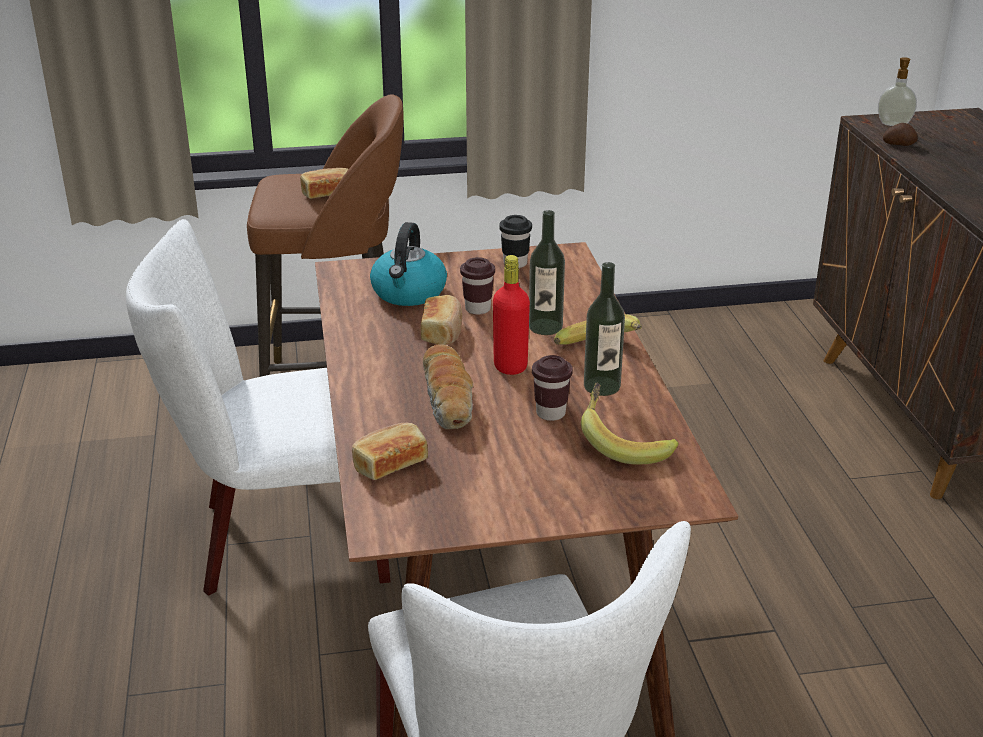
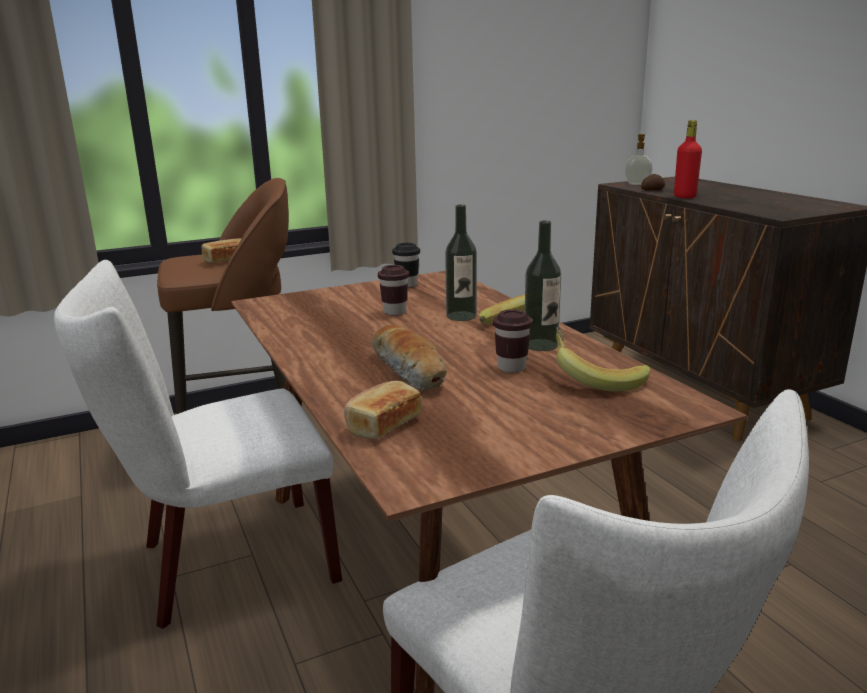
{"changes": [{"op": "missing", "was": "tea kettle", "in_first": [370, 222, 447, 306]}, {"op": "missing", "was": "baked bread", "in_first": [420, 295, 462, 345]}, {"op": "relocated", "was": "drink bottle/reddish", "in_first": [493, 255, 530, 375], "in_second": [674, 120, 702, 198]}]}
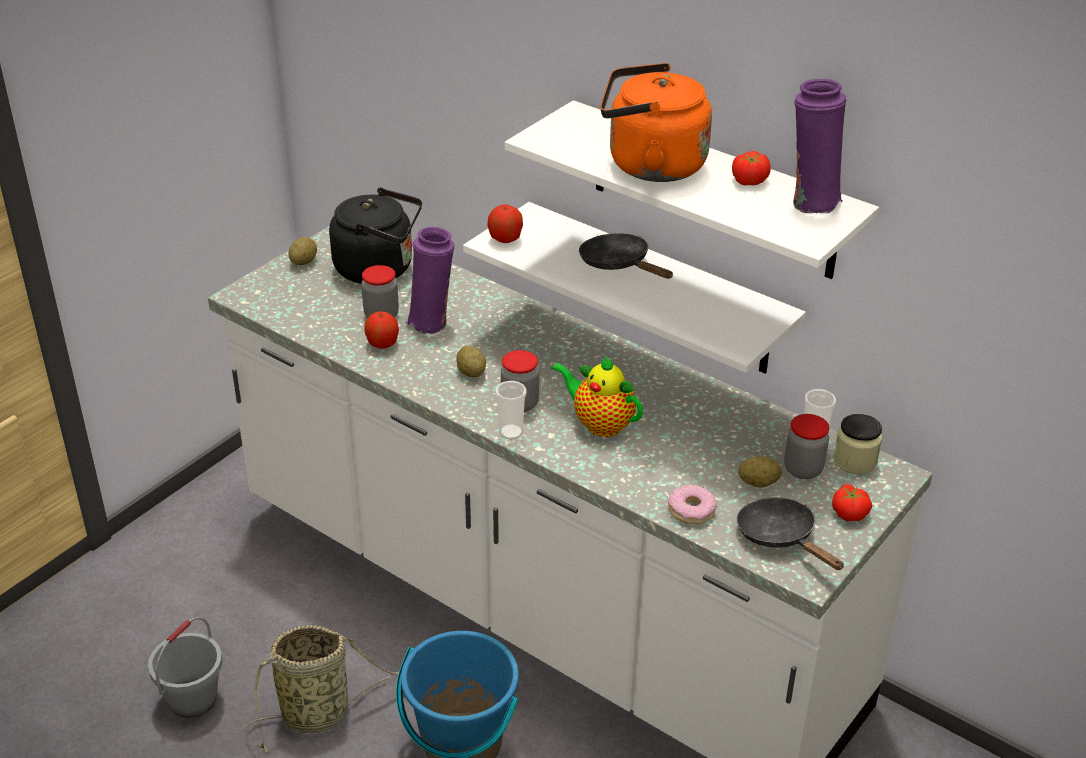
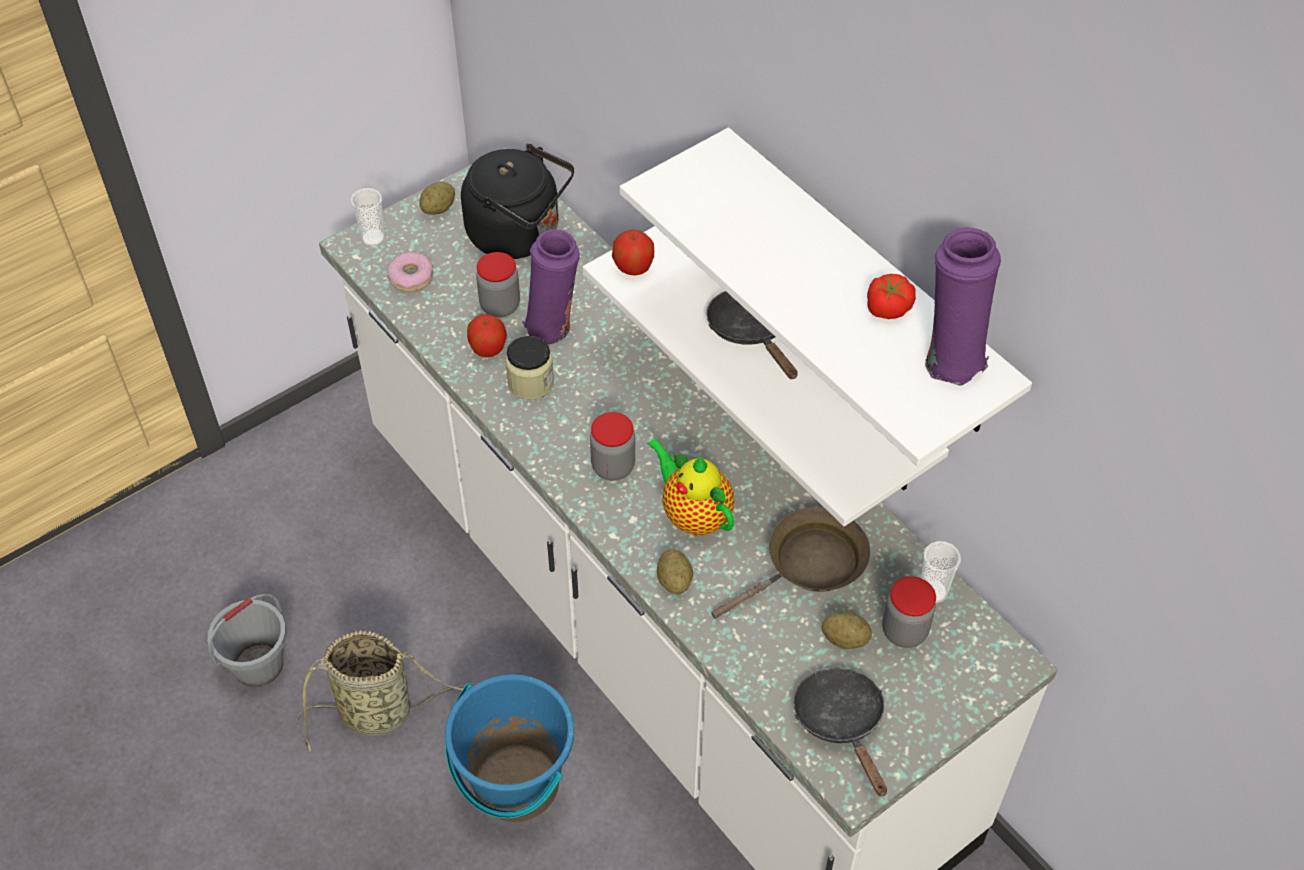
{"changes": [{"op": "relocated", "was": "potato", "in_first": [456, 346, 486, 377], "in_second": [657, 549, 693, 594]}, {"op": "relocated", "was": "small cup", "in_first": [496, 381, 527, 440], "in_second": [350, 188, 385, 247]}, {"op": "missing", "was": "tea kettle/orange-coloured", "in_first": [600, 63, 712, 182]}, {"op": "relocated", "was": "donut", "in_first": [668, 485, 717, 524], "in_second": [387, 252, 433, 292]}, {"op": "missing", "was": "fresh tomato", "in_first": [832, 484, 872, 521]}, {"op": "relocated", "was": "preserve jar", "in_first": [834, 414, 882, 474], "in_second": [505, 336, 554, 400]}, {"op": "appeared", "now": "pan/brown", "in_second": [711, 507, 870, 619]}]}
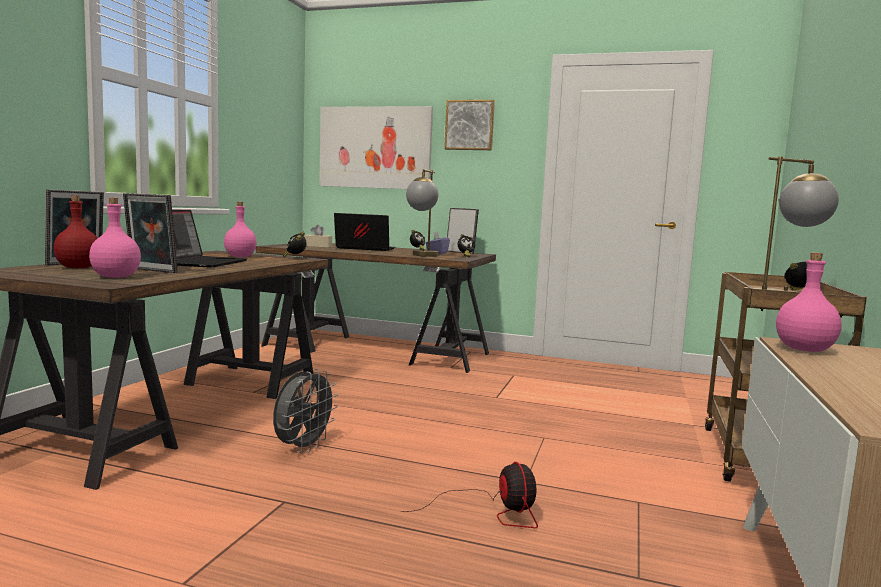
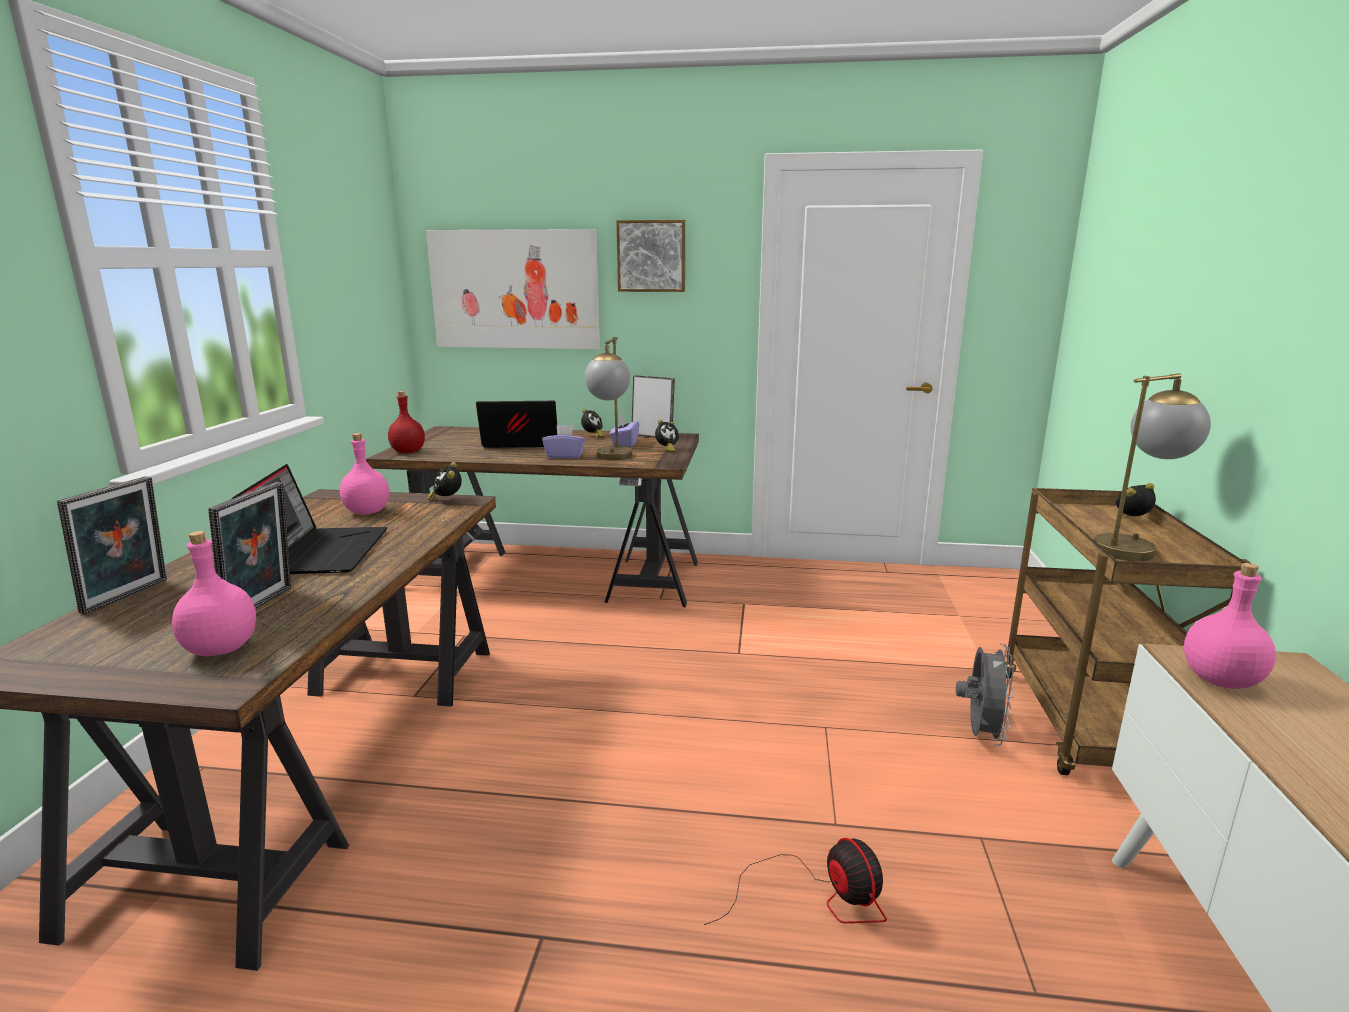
{"changes": [{"op": "relocated", "was": "drink bottle/reddish", "in_first": [53, 195, 98, 268], "in_second": [388, 391, 425, 453]}, {"op": "spun", "was": "photo frame", "in_first": [123, 193, 178, 273], "in_second": [208, 482, 291, 609], "clockwise": -90}, {"op": "relocated", "was": "fan/greyish", "in_first": [273, 369, 338, 453], "in_second": [956, 643, 1014, 746]}, {"op": "missing", "was": "tissue holder/beige", "in_first": [304, 225, 332, 248]}, {"op": "appeared", "now": "tissue holder/purple", "in_second": [542, 425, 586, 459]}]}
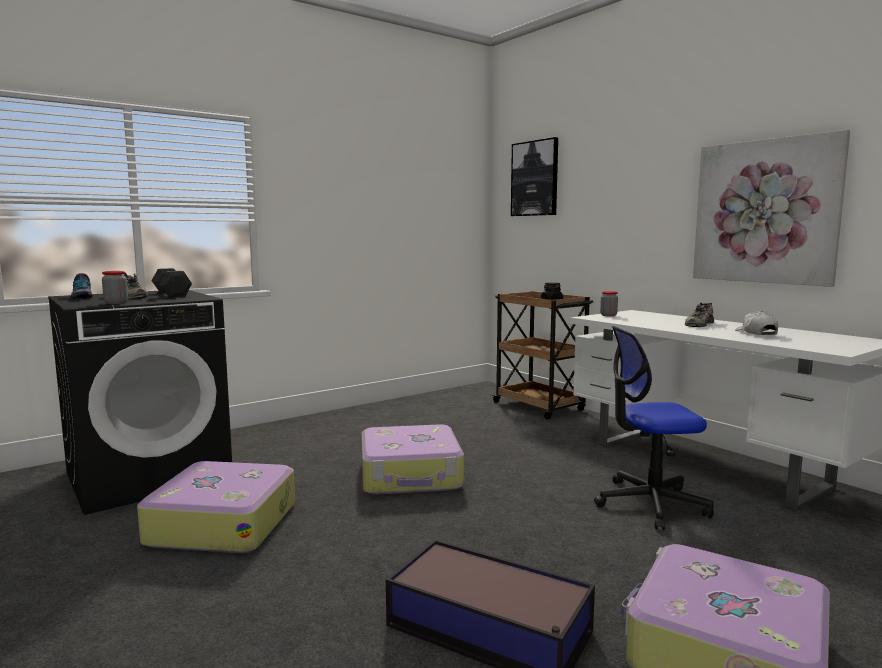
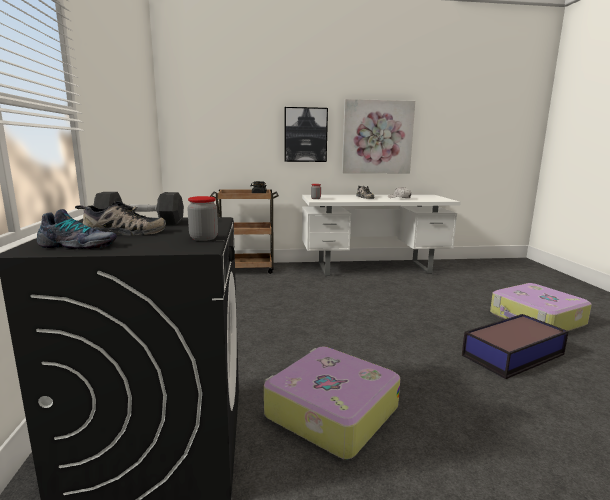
{"changes": [{"op": "missing", "was": "suitcase", "in_first": [362, 424, 464, 494]}, {"op": "relocated", "was": "wall art", "in_first": [511, 137, 558, 216], "in_second": [285, 107, 328, 162]}, {"op": "missing", "was": "office chair", "in_first": [594, 326, 714, 530]}]}
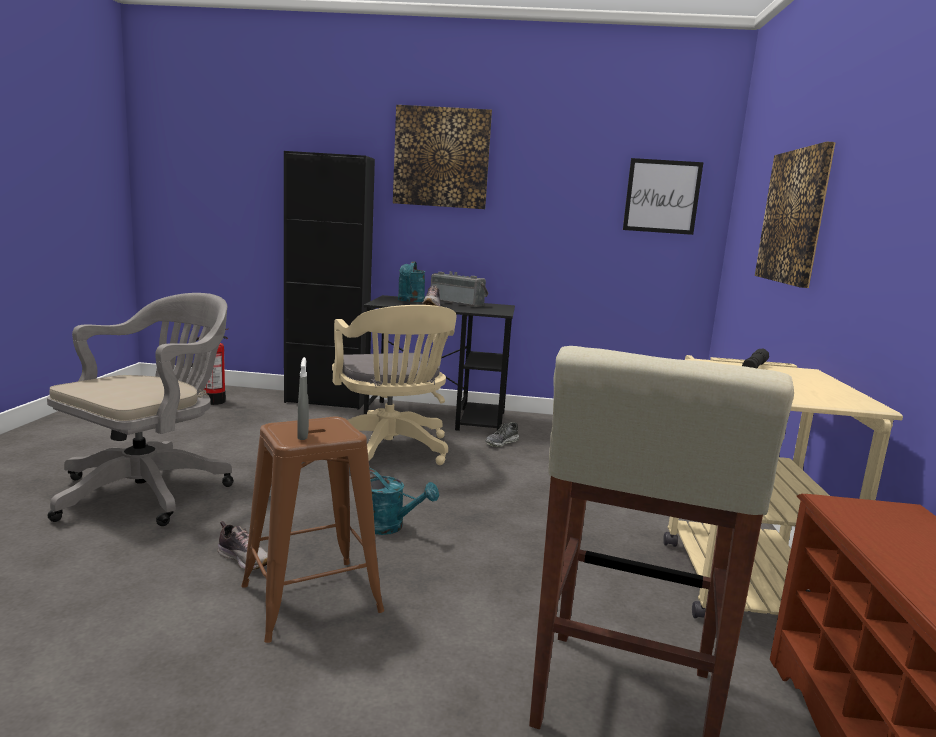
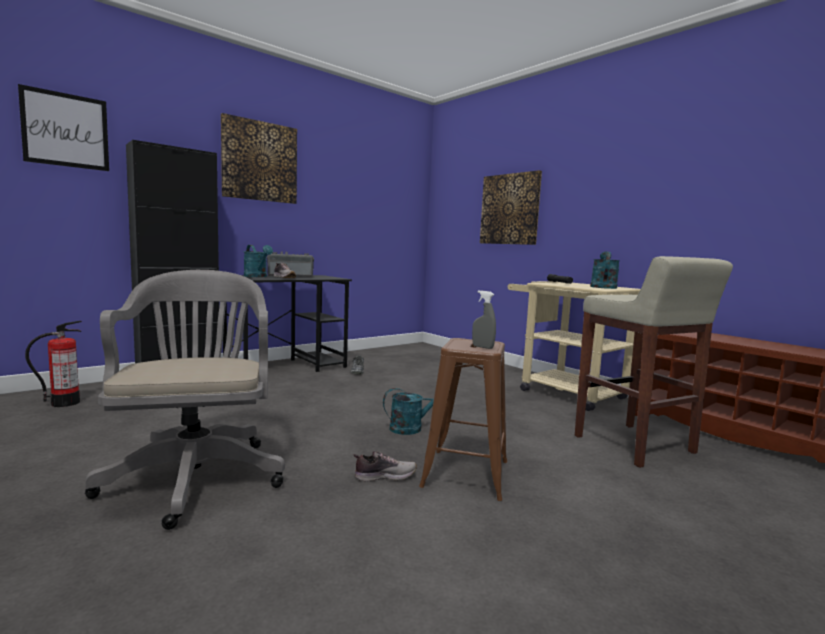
{"changes": [{"op": "missing", "was": "office chair/beige", "in_first": [332, 305, 457, 465]}, {"op": "relocated", "was": "wall art", "in_first": [623, 158, 703, 235], "in_second": [18, 84, 109, 171]}, {"op": "appeared", "now": "sprinkling can/blue-green", "in_second": [590, 251, 620, 289]}]}
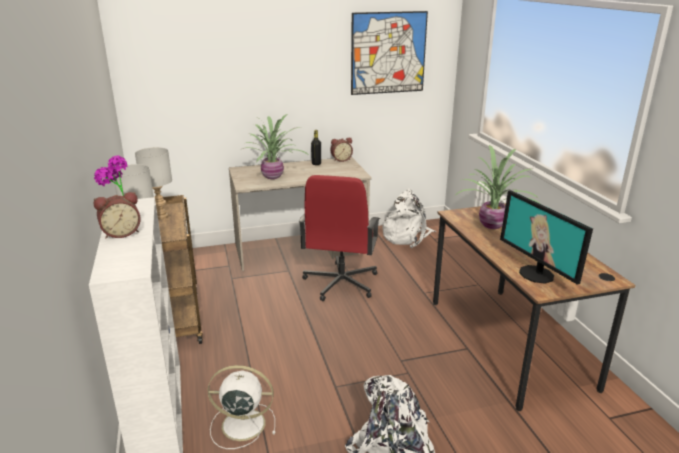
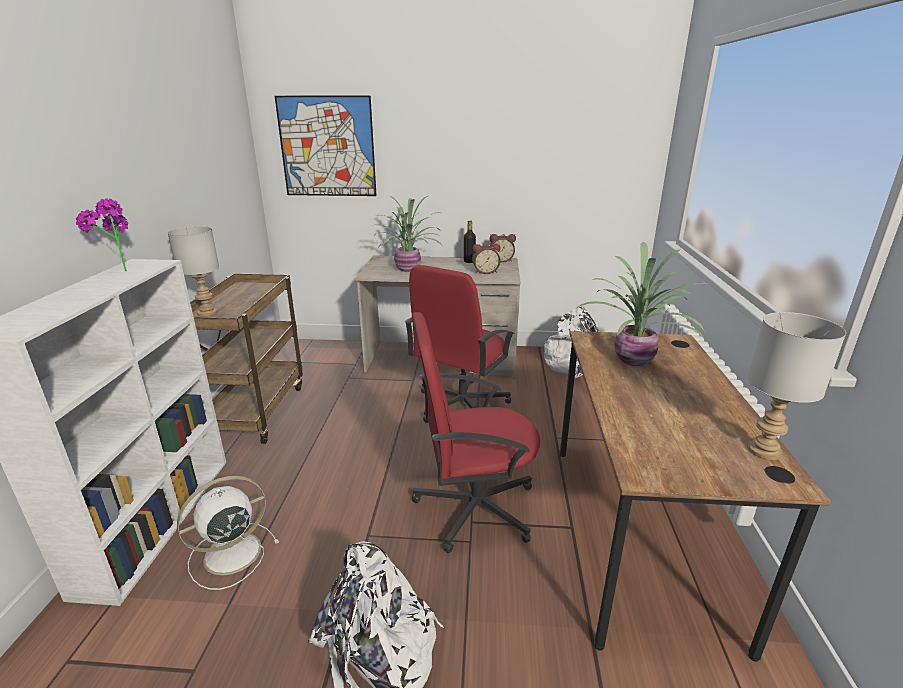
{"changes": [{"op": "relocated", "was": "table clock", "in_first": [93, 192, 141, 238], "in_second": [472, 244, 500, 274]}, {"op": "relocated", "was": "tabletop lamp/greyish", "in_first": [135, 147, 172, 219], "in_second": [747, 312, 846, 460]}, {"op": "spun", "was": "fan/whitish", "in_first": [208, 365, 275, 449], "in_second": [177, 476, 279, 590], "clockwise": -60}, {"op": "relocated", "was": "wall art", "in_first": [351, 11, 428, 95], "in_second": [275, 96, 377, 196]}, {"op": "missing", "was": "monitor", "in_first": [500, 190, 593, 285]}, {"op": "appeared", "now": "office chair/reddish", "in_second": [412, 312, 540, 553]}]}
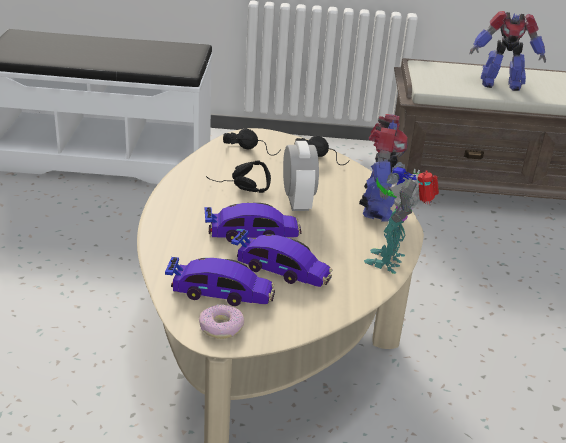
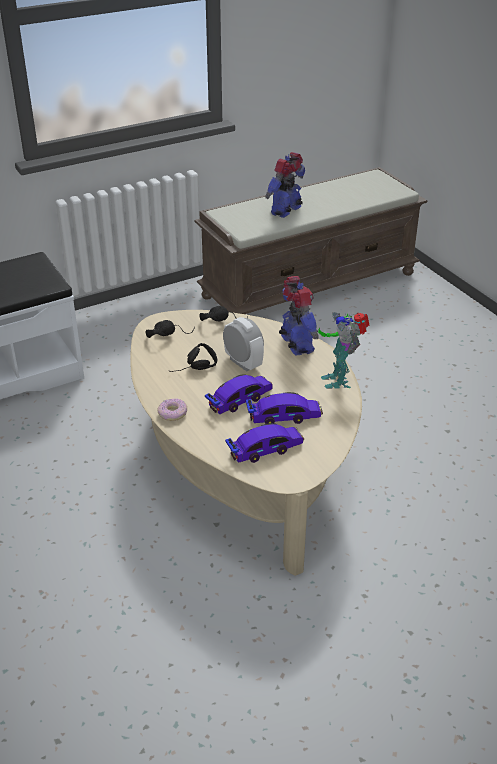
{"changes": [{"op": "relocated", "was": "donut", "in_first": [199, 304, 244, 339], "in_second": [157, 398, 187, 421]}, {"op": "spun", "was": "toy robot", "in_first": [470, 11, 546, 91], "in_second": [265, 152, 305, 218], "clockwise": 150}]}
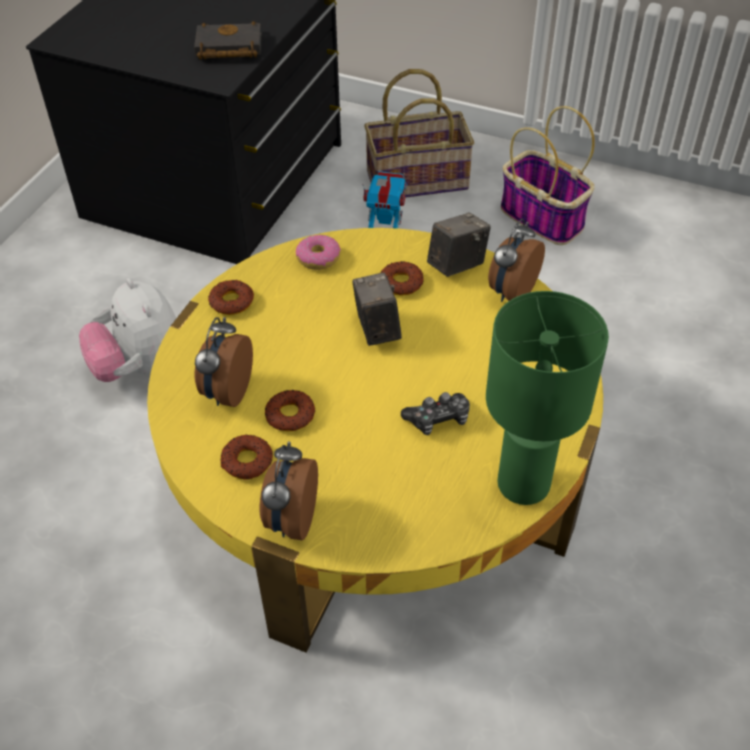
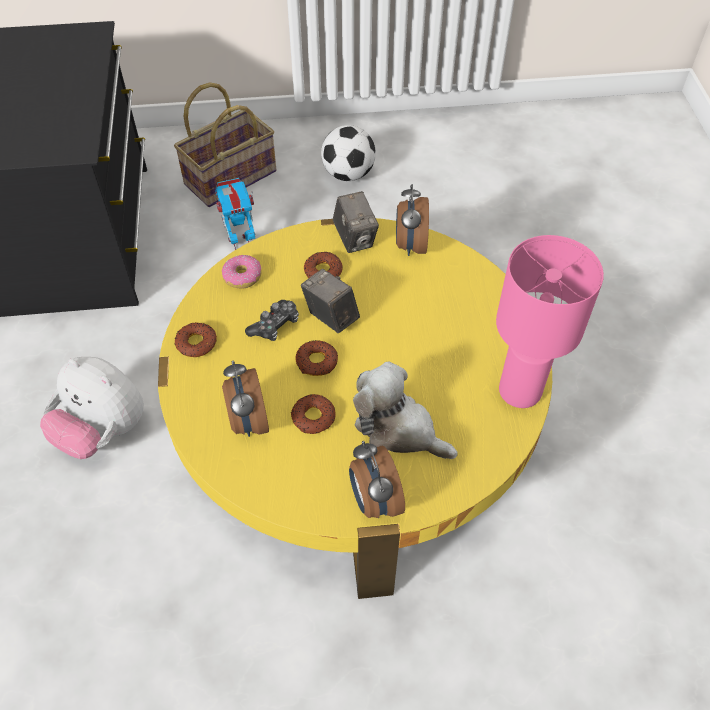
{"changes": [{"op": "missing", "was": "bound book/black-coloured", "in_first": [194, 21, 261, 59]}, {"op": "relocated", "was": "donut", "in_first": [220, 434, 273, 480], "in_second": [295, 340, 338, 376]}, {"op": "relocated", "was": "game controller", "in_first": [401, 392, 470, 435], "in_second": [245, 300, 299, 341]}, {"op": "spun", "was": "photo camera", "in_first": [427, 212, 491, 277], "in_second": [333, 191, 379, 253], "clockwise": 135}, {"op": "colour", "was": "tabletop lamp/greenish", "now": "tabletop lamp/pinkish", "in_first": [486, 291, 609, 505], "in_second": [496, 235, 604, 408]}, {"op": "exchanged", "was": "basket", "now": "ball for football", "in_first": [501, 106, 595, 245], "in_second": [321, 125, 376, 181]}, {"op": "appeared", "now": "cuddly toy", "in_second": [353, 361, 458, 459]}]}
